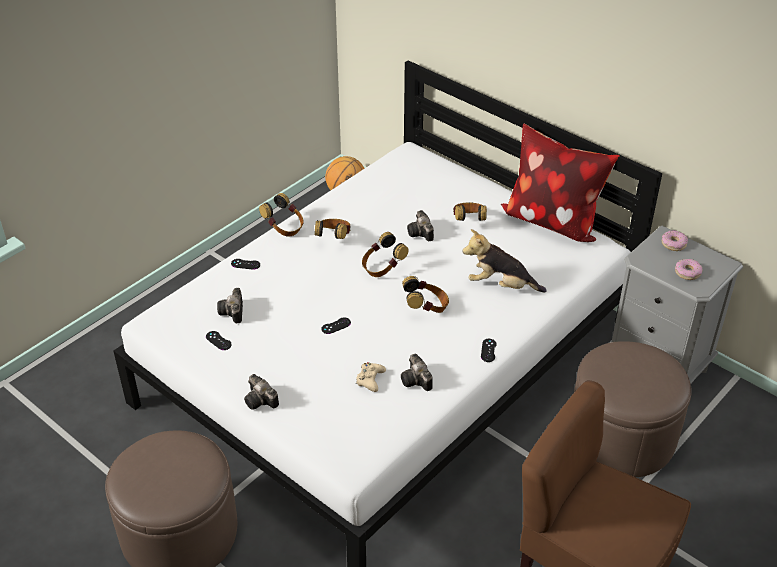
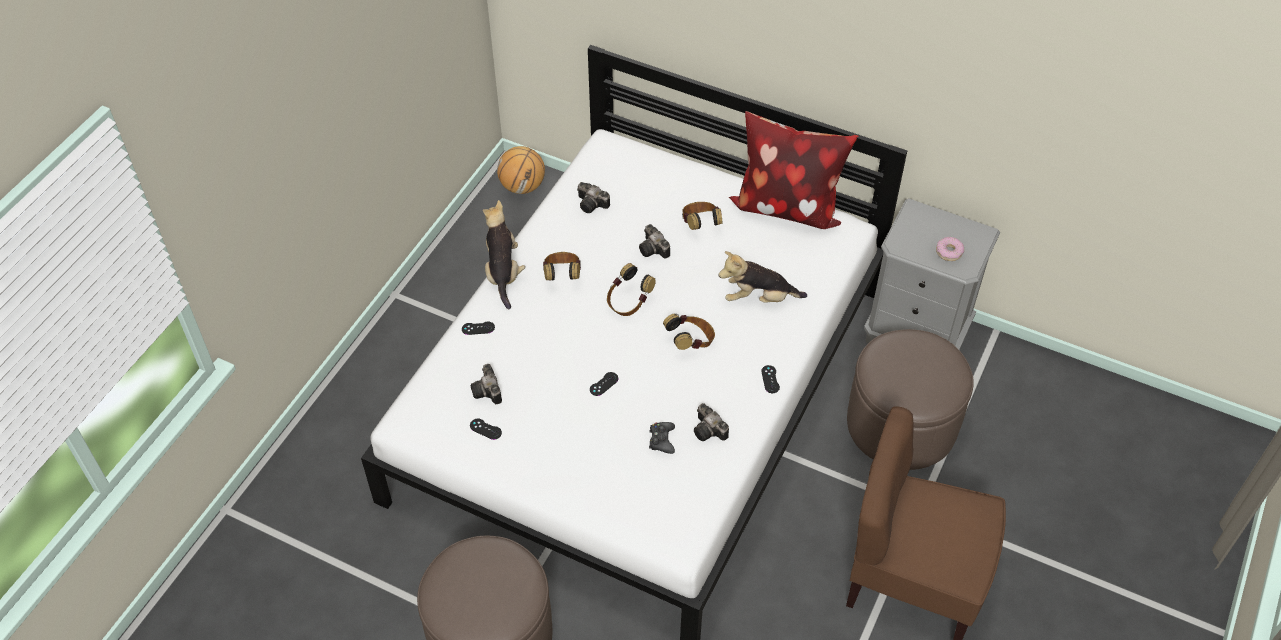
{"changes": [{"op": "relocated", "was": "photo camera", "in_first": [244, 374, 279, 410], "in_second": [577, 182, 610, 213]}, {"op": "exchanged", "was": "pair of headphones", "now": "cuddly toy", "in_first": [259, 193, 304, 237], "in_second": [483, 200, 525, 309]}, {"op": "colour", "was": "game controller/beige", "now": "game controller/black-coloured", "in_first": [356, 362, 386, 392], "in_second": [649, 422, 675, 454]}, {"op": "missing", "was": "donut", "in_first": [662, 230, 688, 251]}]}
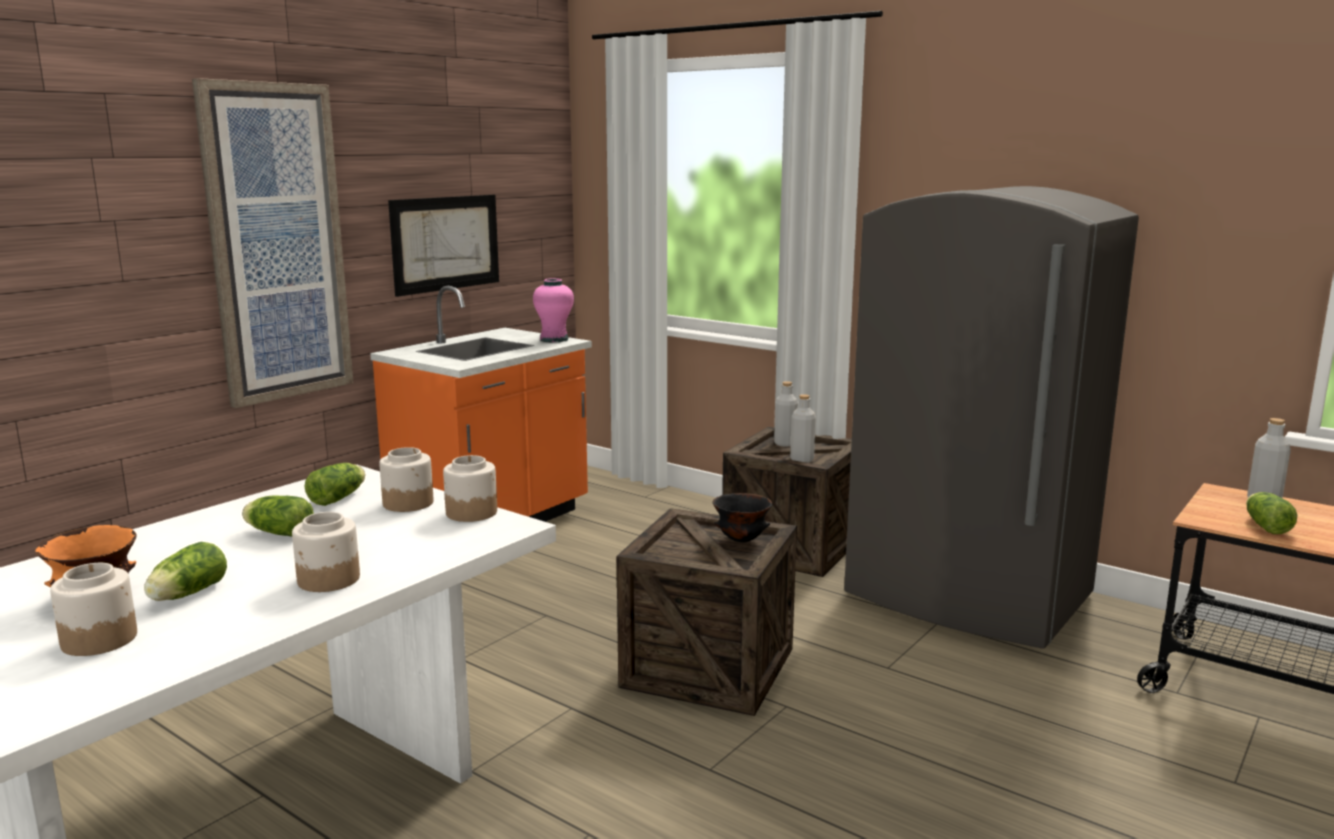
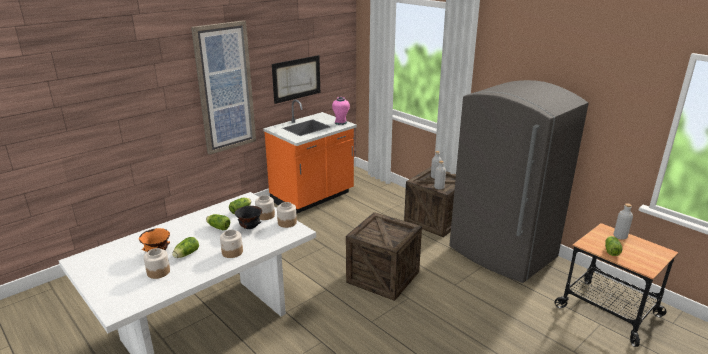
{"changes": [{"op": "relocated", "was": "serving bowl/black-coloured", "in_first": [713, 493, 773, 542], "in_second": [235, 206, 262, 229]}]}
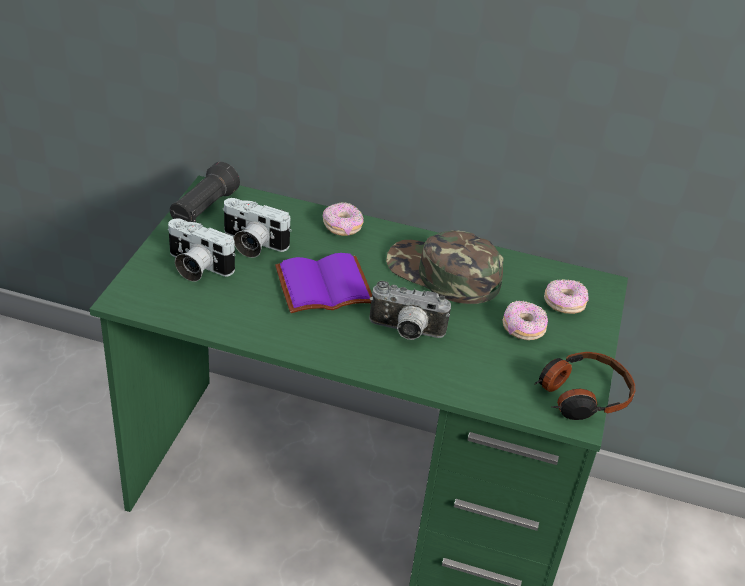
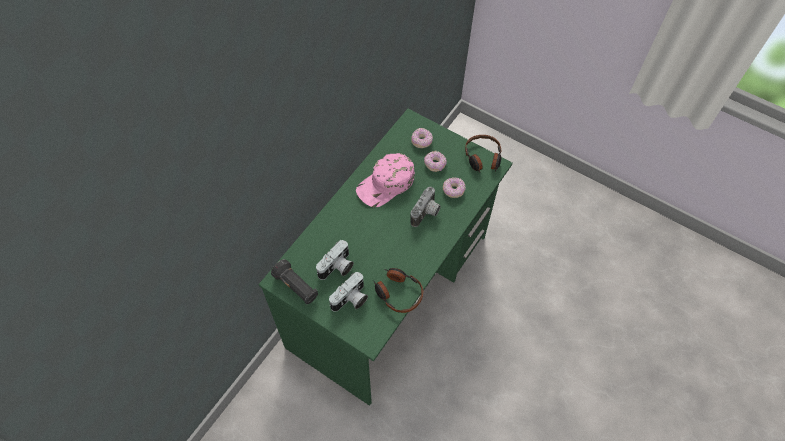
{"changes": [{"op": "missing", "was": "bound book/purple", "in_first": [275, 253, 372, 313]}, {"op": "relocated", "was": "donut", "in_first": [323, 202, 364, 236], "in_second": [443, 177, 466, 198]}, {"op": "colour", "was": "cap/greenish", "now": "cap/pinkish", "in_first": [386, 230, 504, 304], "in_second": [356, 153, 415, 207]}, {"op": "appeared", "now": "pair of headphones", "in_second": [374, 268, 423, 313]}]}
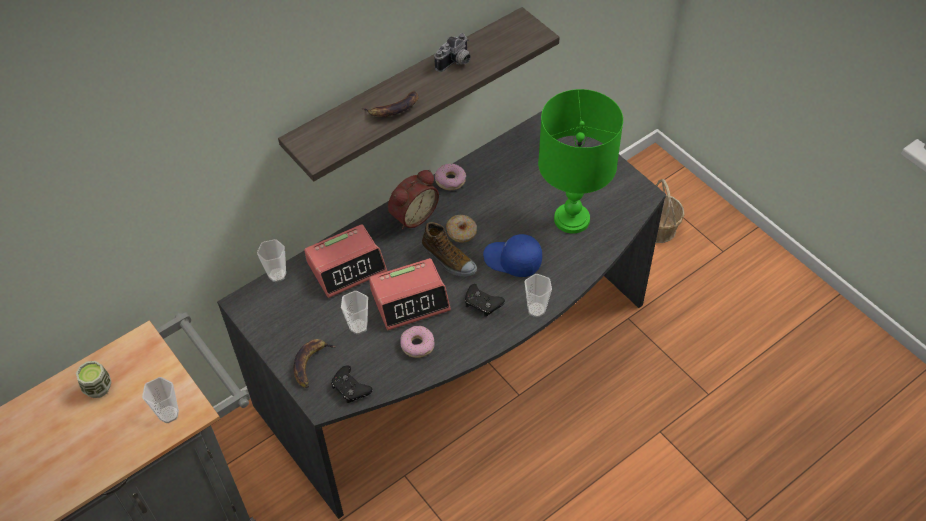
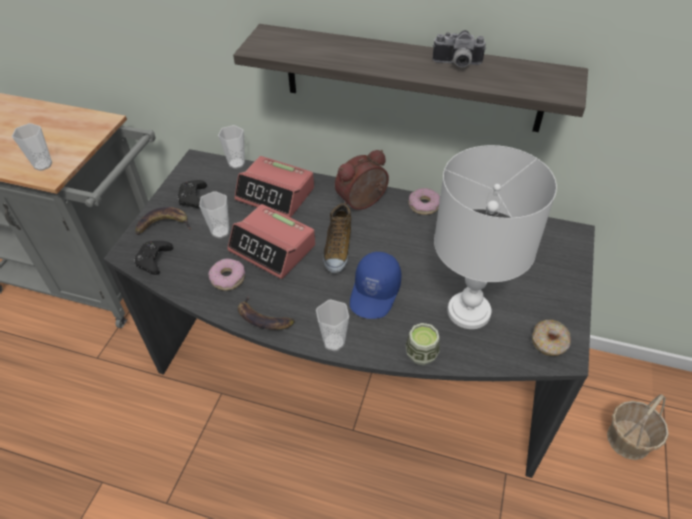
{"changes": [{"op": "relocated", "was": "small cup", "in_first": [76, 361, 111, 398], "in_second": [406, 323, 440, 366]}, {"op": "relocated", "was": "whole banana", "in_first": [362, 91, 419, 117], "in_second": [238, 296, 295, 330]}, {"op": "spun", "was": "table clock", "in_first": [388, 170, 439, 230], "in_second": [335, 150, 389, 210], "clockwise": 135}, {"op": "relocated", "was": "donut", "in_first": [446, 215, 477, 242], "in_second": [532, 320, 571, 356]}, {"op": "relocated", "was": "game controller/black-coloured", "in_first": [465, 284, 505, 317], "in_second": [177, 180, 207, 208]}, {"op": "spun", "was": "cap/blue-coloured", "in_first": [483, 234, 542, 277], "in_second": [350, 251, 401, 319], "clockwise": -150}, {"op": "colour", "was": "tabletop lamp/greenish", "now": "tabletop lamp/whitish", "in_first": [538, 89, 623, 234], "in_second": [434, 145, 557, 329]}]}
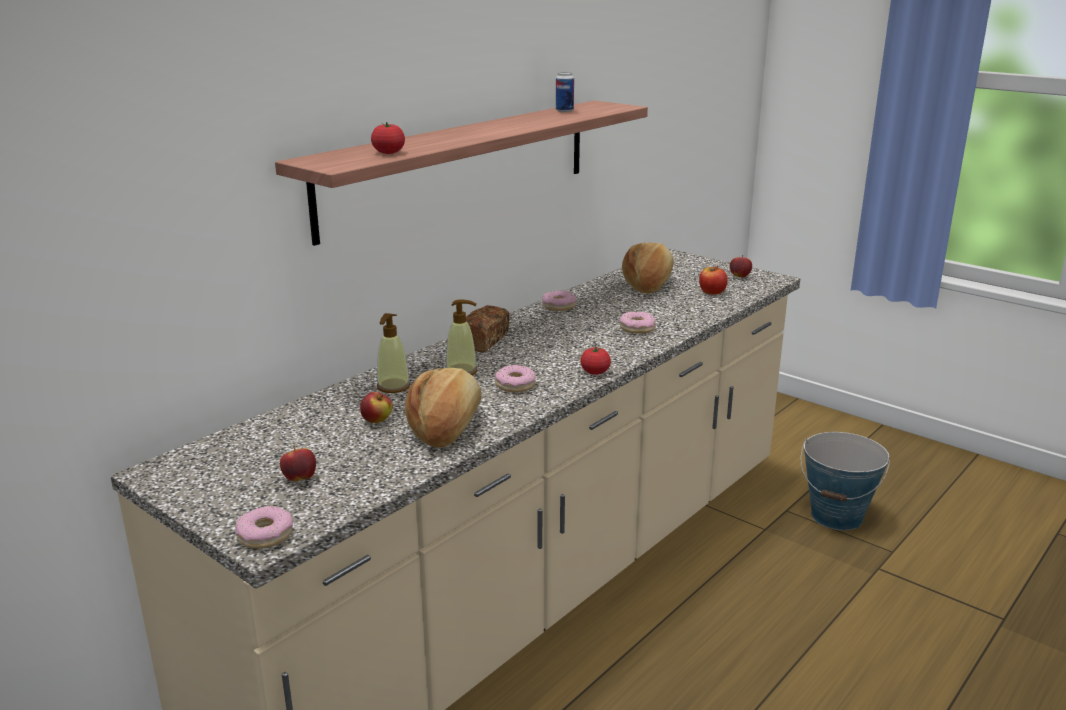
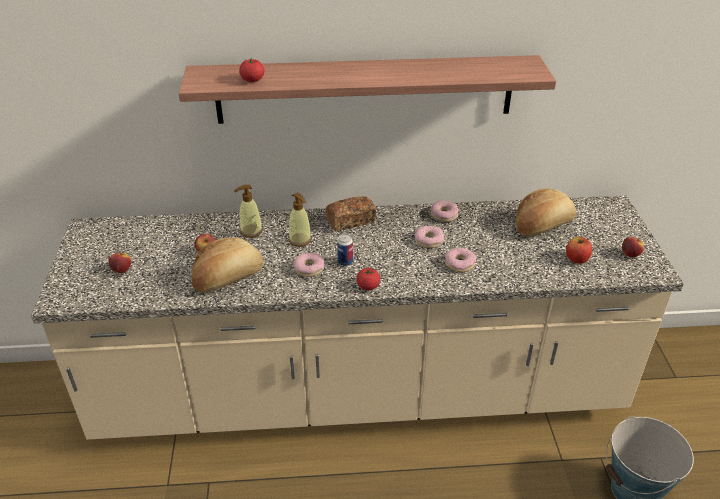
{"changes": [{"op": "relocated", "was": "donut", "in_first": [235, 506, 293, 549], "in_second": [415, 226, 444, 248]}, {"op": "relocated", "was": "can", "in_first": [556, 72, 574, 112], "in_second": [337, 234, 353, 266]}]}
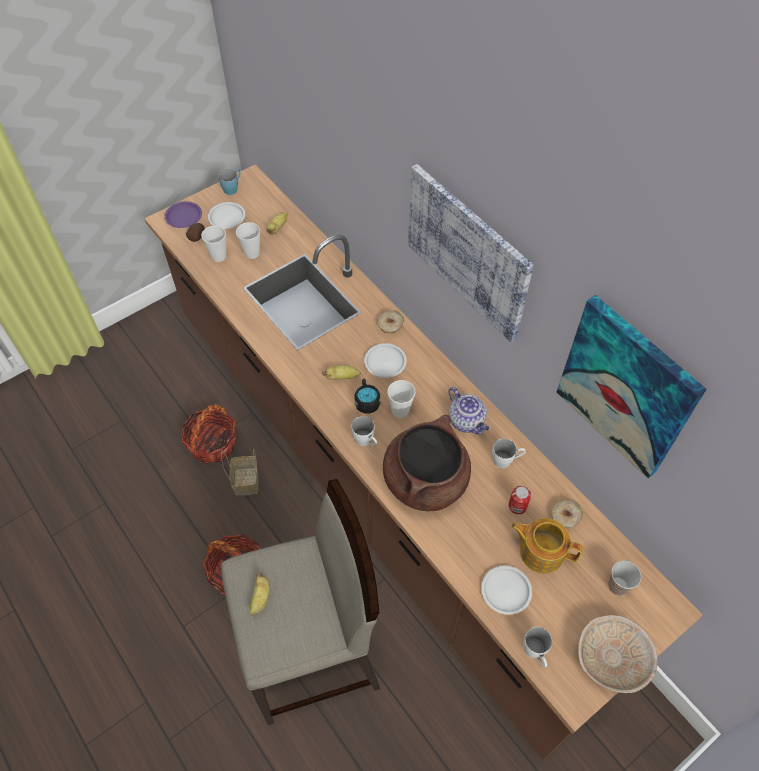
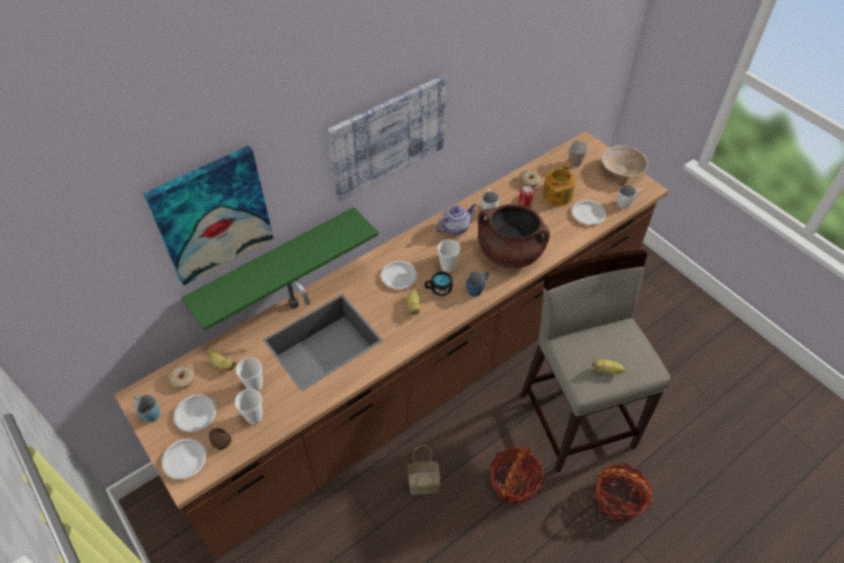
{"changes": [{"op": "colour", "was": "plate/purple", "now": "plate/whitish", "in_first": [165, 201, 202, 228], "in_second": [162, 438, 206, 479]}, {"op": "relocated", "was": "basket", "in_first": [181, 404, 237, 464], "in_second": [595, 463, 653, 522]}, {"op": "colour", "was": "tea mug/whitish", "now": "tea mug/blue-coloured", "in_first": [351, 416, 377, 446], "in_second": [466, 271, 489, 297]}, {"op": "relocated", "was": "donut", "in_first": [378, 310, 404, 333], "in_second": [167, 365, 194, 389]}, {"op": "relocated", "was": "wall art", "in_first": [557, 295, 707, 479], "in_second": [144, 146, 274, 285]}, {"op": "appeared", "now": "shelf/greenish", "in_second": [182, 207, 379, 331]}]}
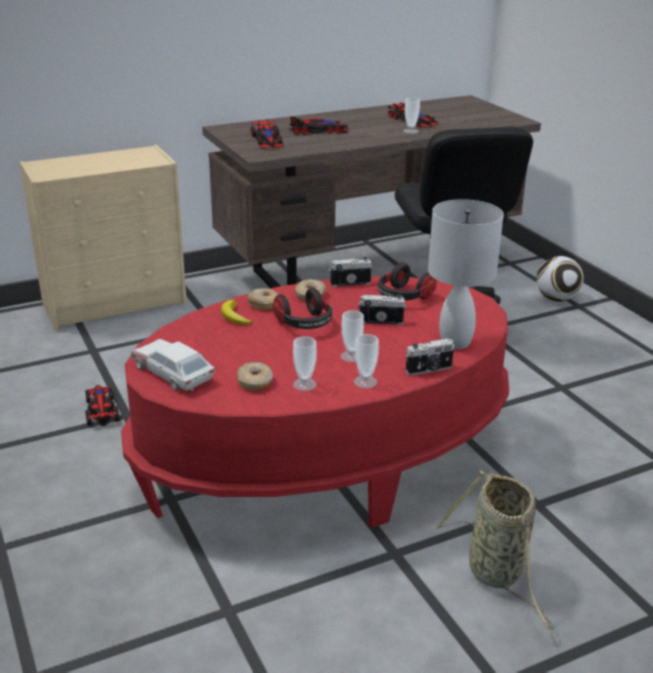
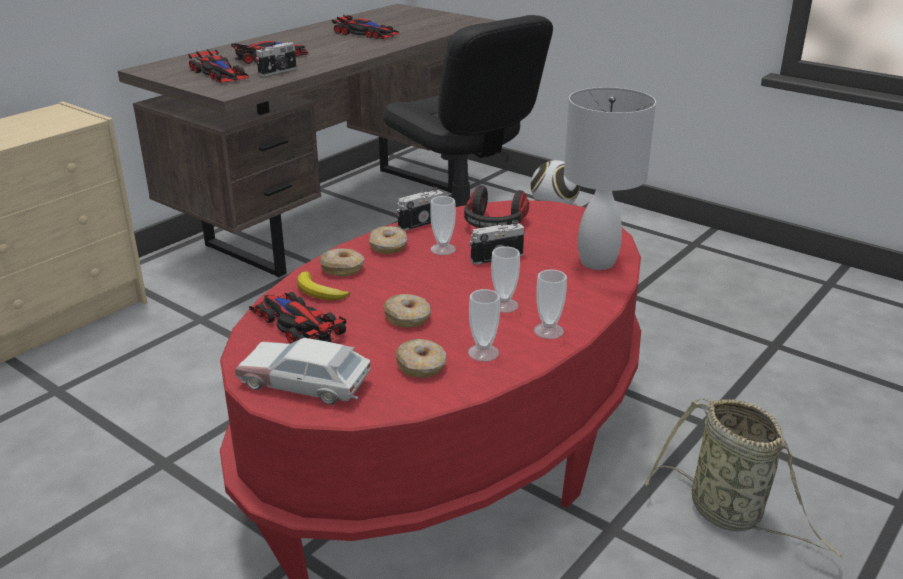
{"changes": [{"op": "relocated", "was": "model car", "in_first": [85, 385, 120, 426], "in_second": [249, 292, 346, 344]}, {"op": "missing", "was": "pair of headphones", "in_first": [272, 288, 332, 329]}, {"op": "relocated", "was": "small cup", "in_first": [403, 98, 420, 134], "in_second": [430, 196, 456, 255]}, {"op": "relocated", "was": "photo camera", "in_first": [406, 338, 455, 375], "in_second": [256, 42, 297, 76]}, {"op": "appeared", "now": "donut", "in_second": [383, 294, 431, 327]}]}
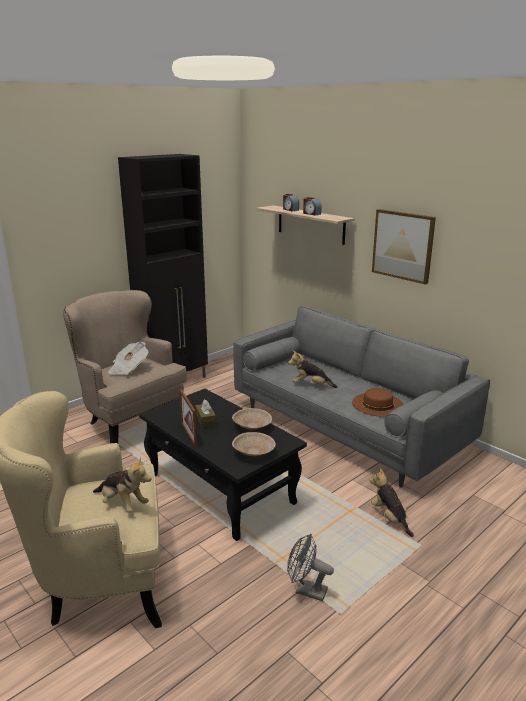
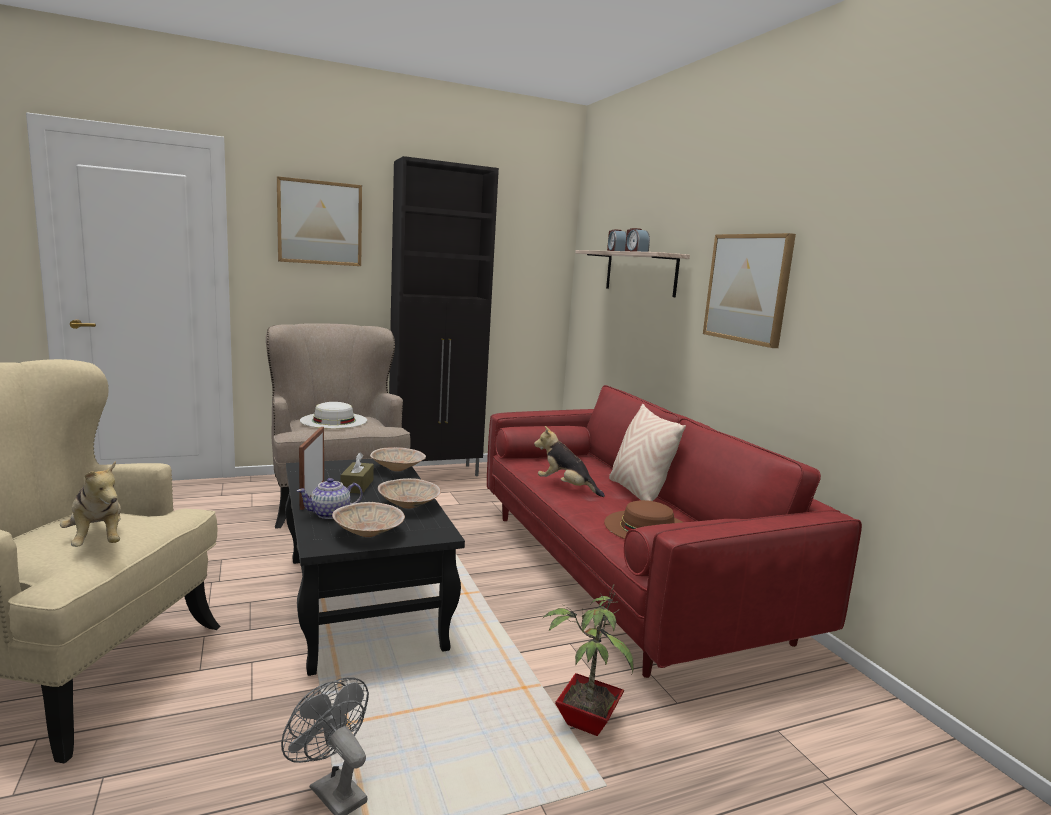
{"changes": [{"op": "exchanged", "was": "printed paper", "now": "hat/whitish", "in_first": [108, 342, 148, 375], "in_second": [300, 402, 367, 429]}, {"op": "colour", "was": "sofa/greyish", "now": "sofa/reddish", "in_first": [233, 306, 490, 487], "in_second": [487, 385, 862, 678]}, {"op": "exchanged", "was": "cuddly toy", "now": "plant in a pot", "in_first": [369, 468, 414, 537], "in_second": [543, 584, 634, 736]}, {"op": "appeared", "now": "wall art", "in_second": [277, 176, 362, 266]}, {"op": "appeared", "now": "pot for tea", "in_second": [297, 478, 363, 519]}, {"op": "appeared", "now": "serving bowl/beige", "in_second": [370, 447, 426, 471]}, {"op": "appeared", "now": "cushion/beige", "in_second": [609, 404, 686, 501]}]}
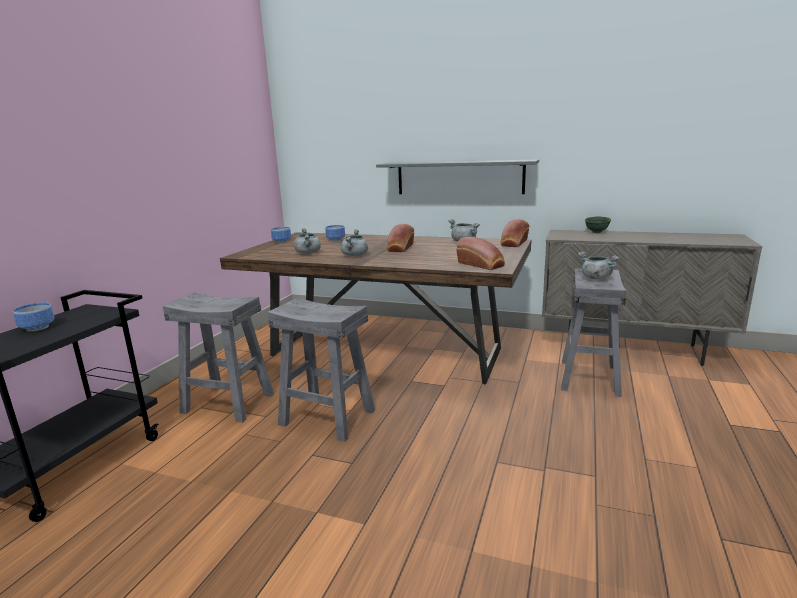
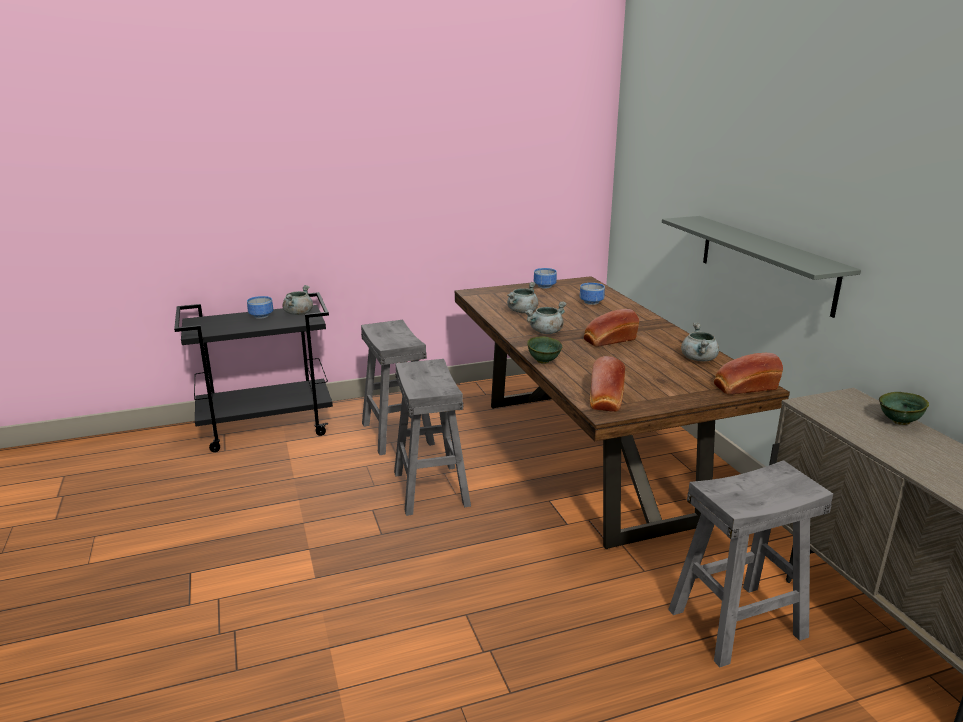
{"changes": [{"op": "relocated", "was": "saucepot/greyish", "in_first": [578, 252, 620, 279], "in_second": [282, 285, 313, 315]}, {"op": "appeared", "now": "serving bowl/greenish", "in_second": [527, 336, 562, 364]}]}
